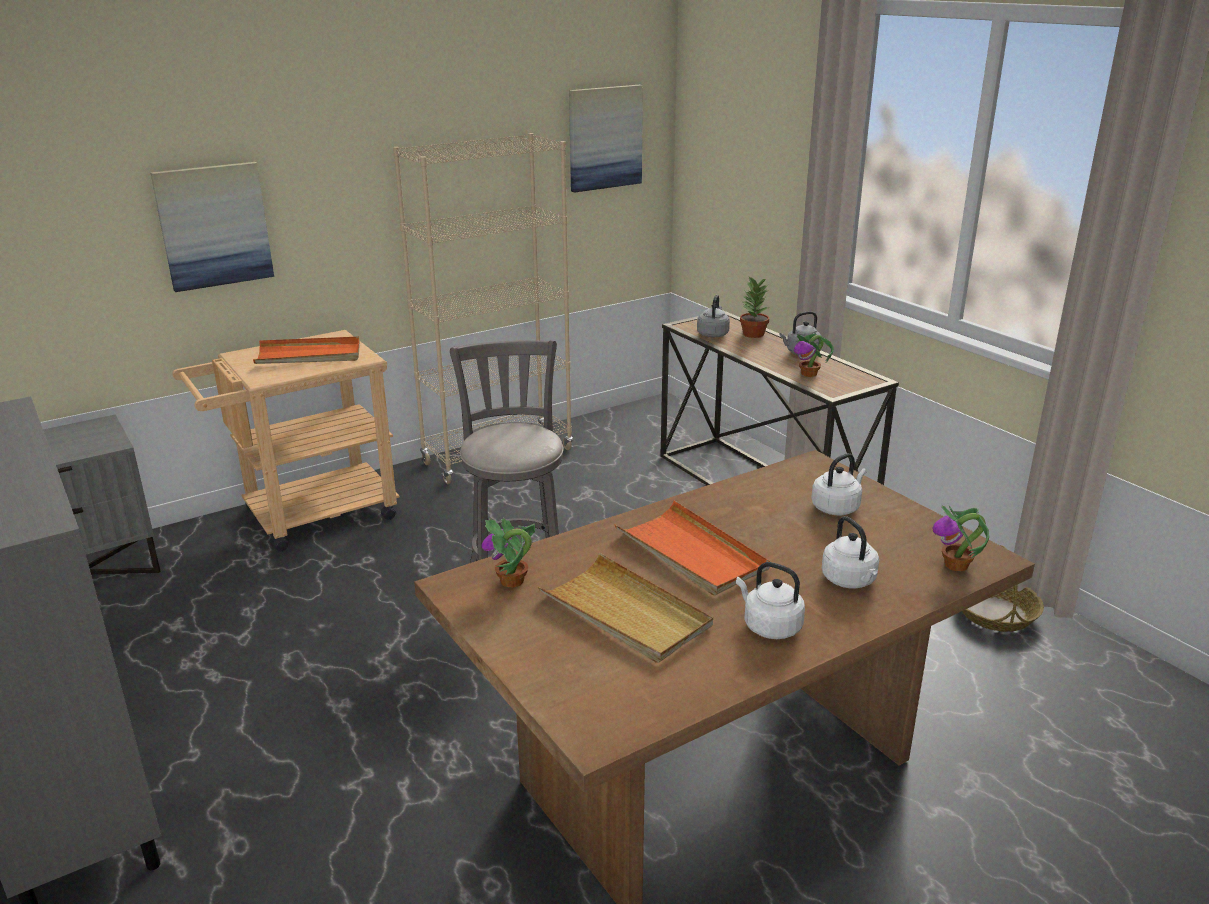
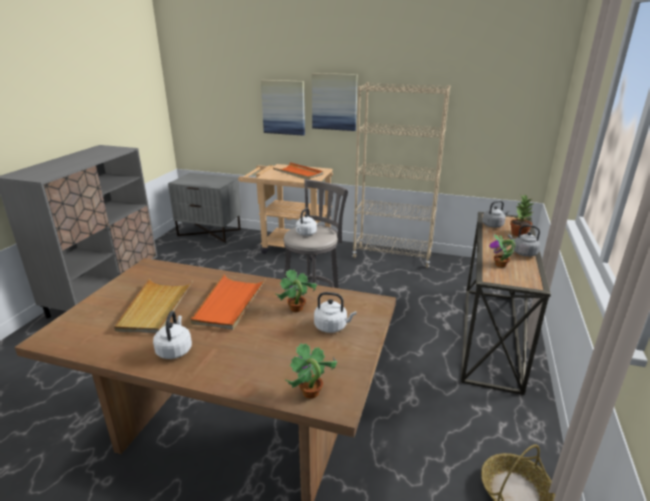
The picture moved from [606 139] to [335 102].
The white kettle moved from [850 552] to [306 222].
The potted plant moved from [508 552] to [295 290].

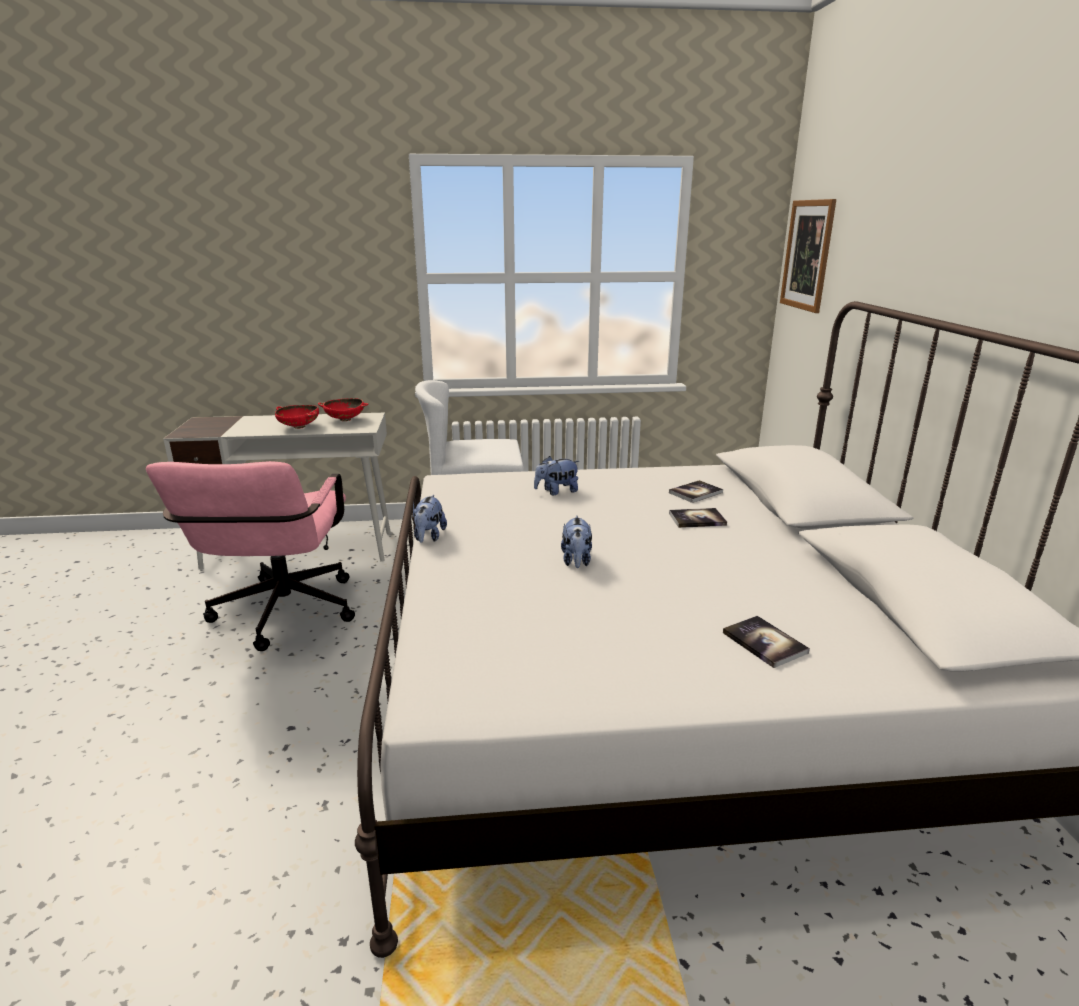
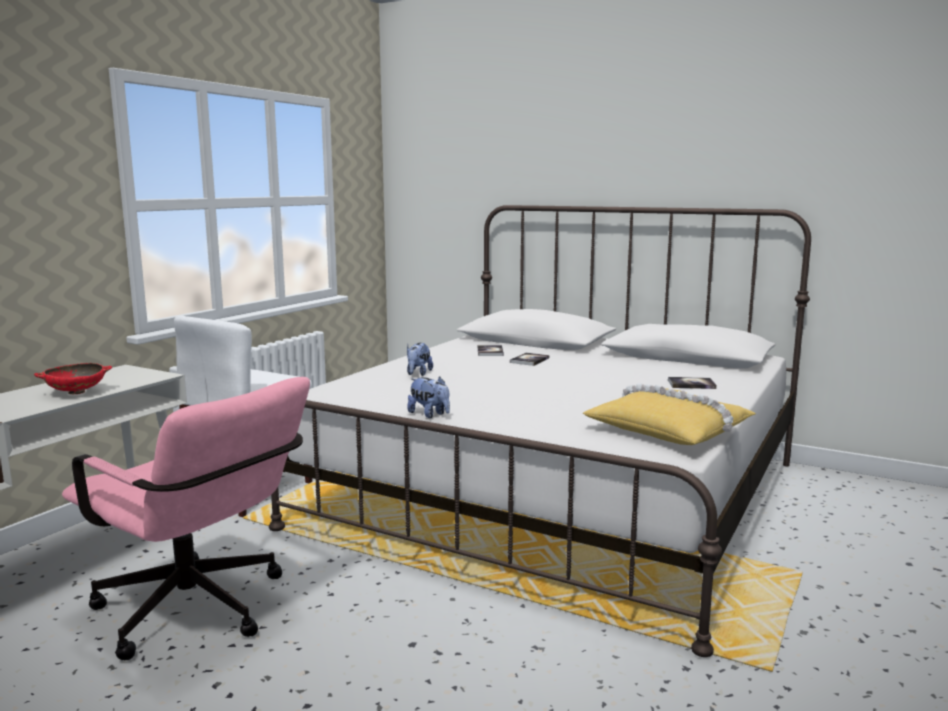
The picture at [808 256] disappeared.
The red bowl at [343 409] disappeared.
The plush toy at [576 541] disappeared.
The yellow pillow at [669 414] appeared.

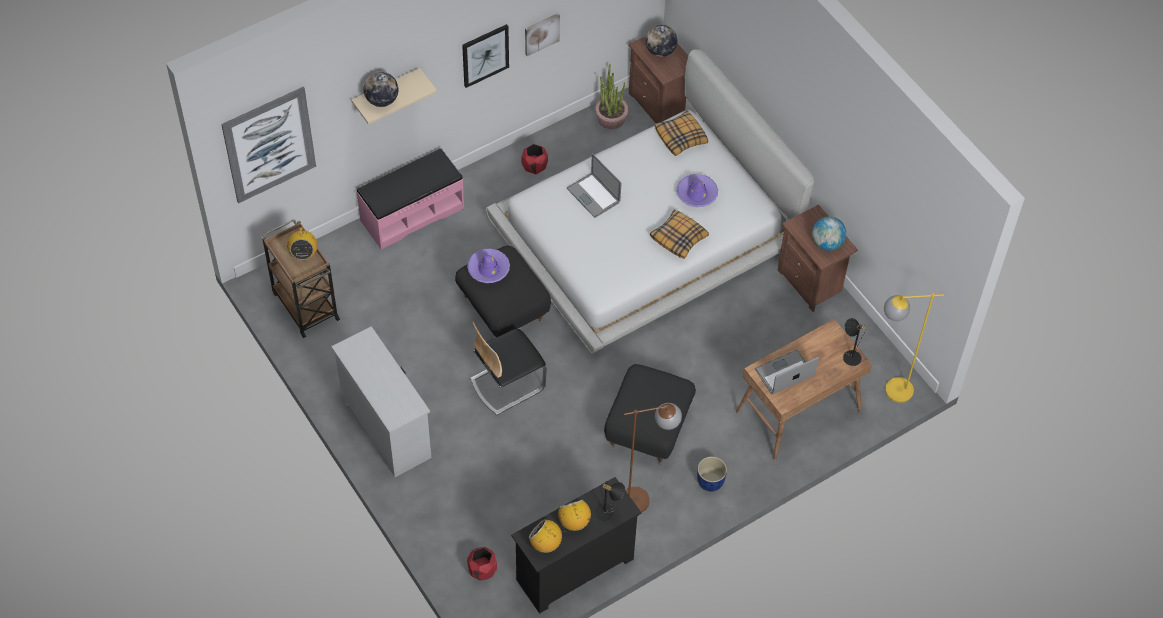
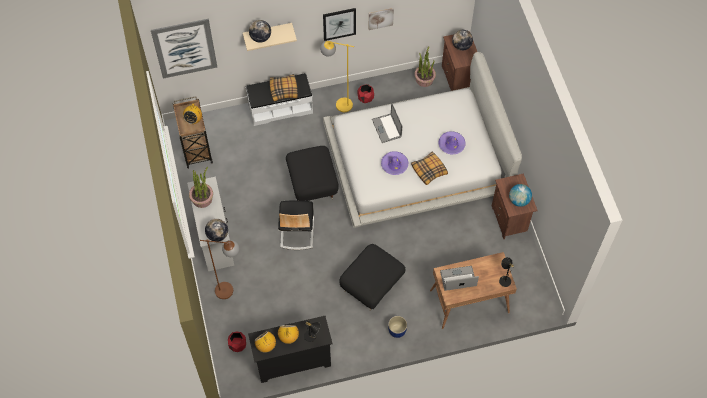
The pillow moved from [681 133] to [284 87].
The pink bench at [410 199] became the white bench at [279 99].
The purple hat moved from [488 265] to [394 163].
The yellow floor lamp moved from [914 348] to [337 76].
The chair at [508 368] turned 75 degrees counterclockwise.
The brown floor lamp moved from [653 457] to [220 269].
The potted plant at [201 187] appeared.
The globe at [216 230] appeared.

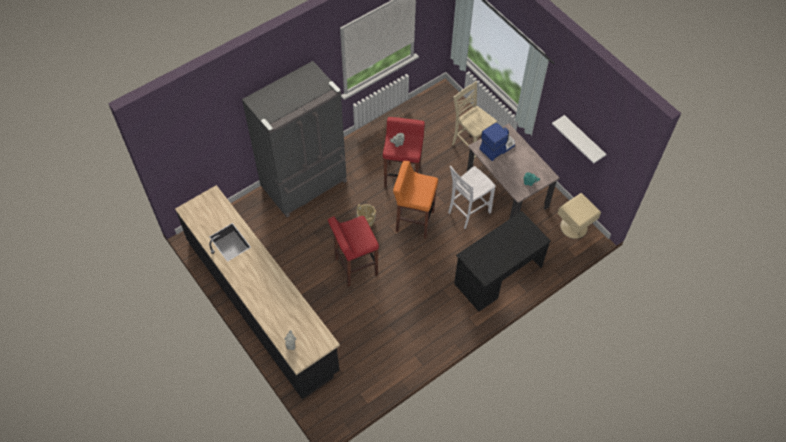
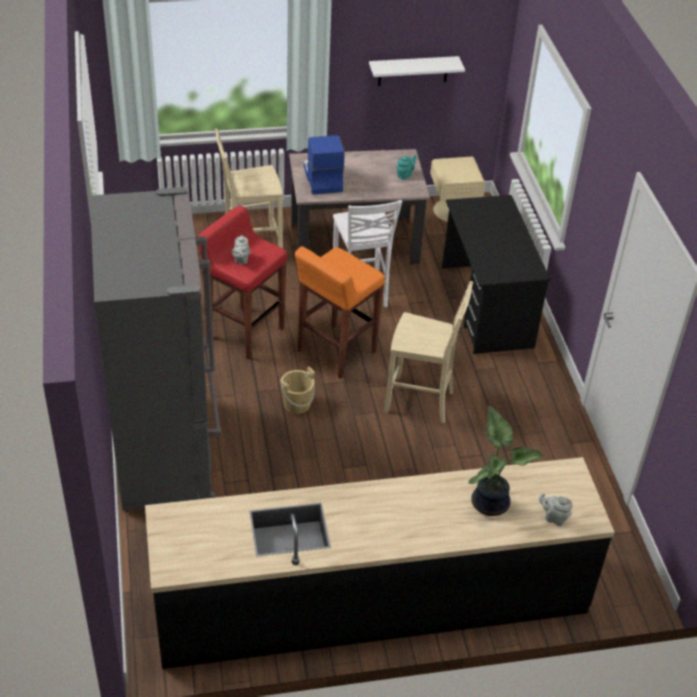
The red stool at [353 251] disappeared.
The beige chair at [429 352] appeared.
The potted plant at [505 461] appeared.

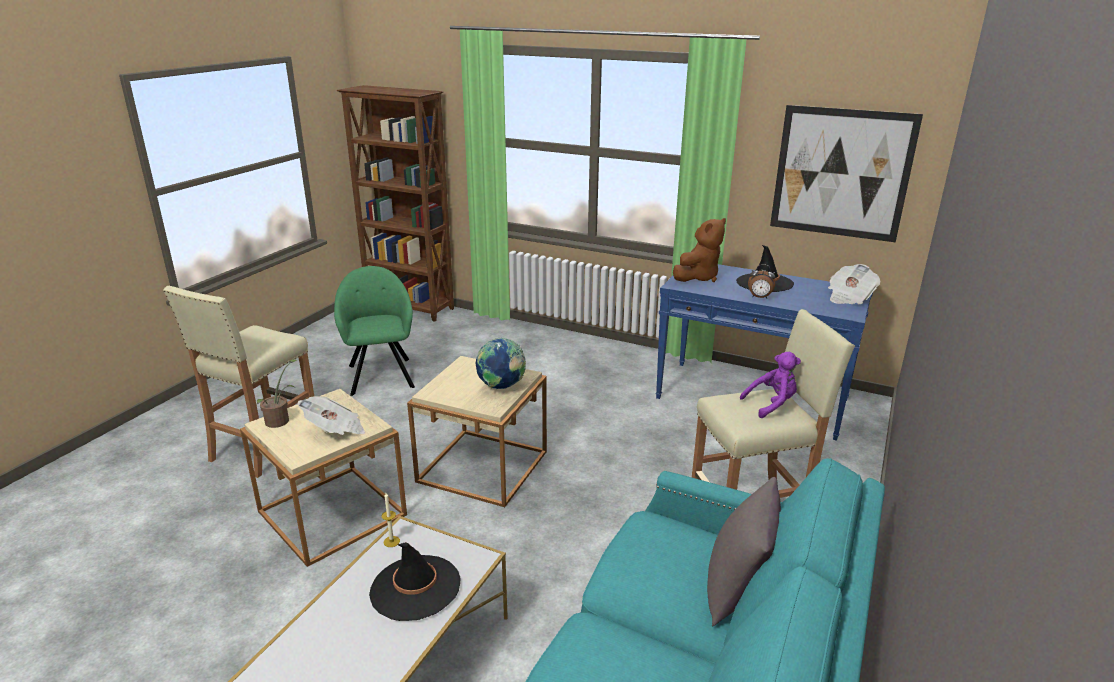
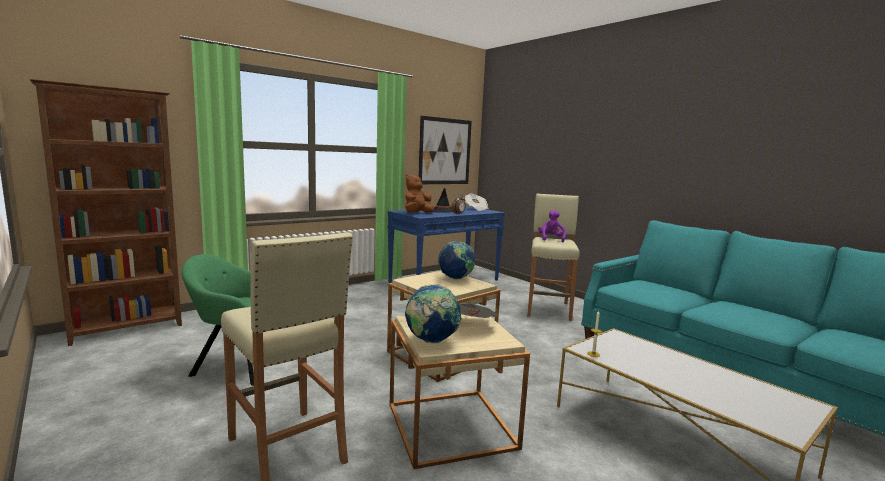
The brown plush toy at [699 250] turned 120 degrees counterclockwise.
The potted plant at [277 393] was replaced by the globe at [433 313].
The grey pillow at [744 551] disappeared.
The black hat at [415 581] disappeared.

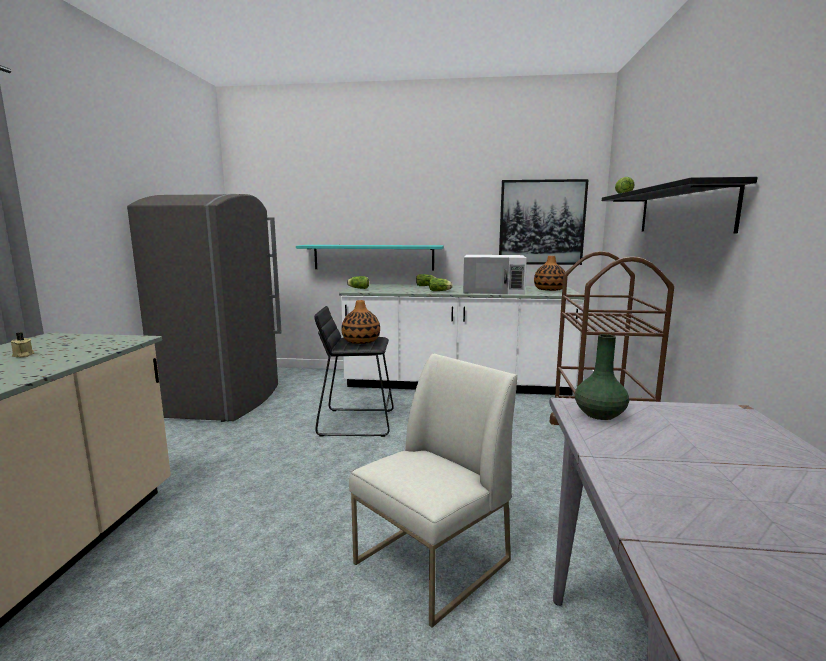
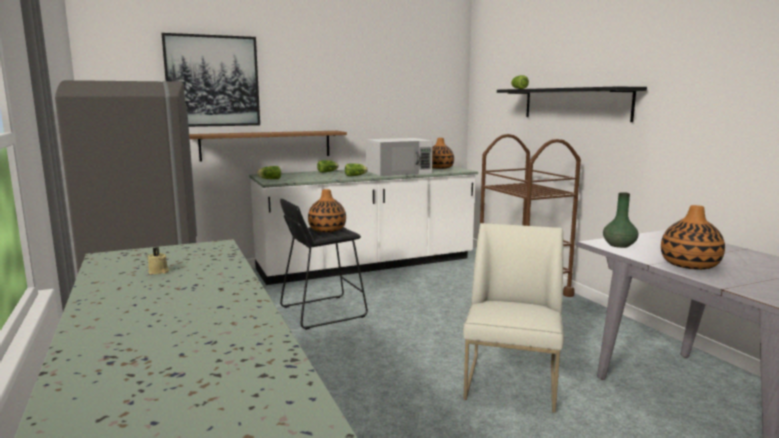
The picture moved from [544 222] to [211 80].
The turquoise shelf at [370 257] became the brown shelf at [268 146].
The vase at [693 237] appeared.

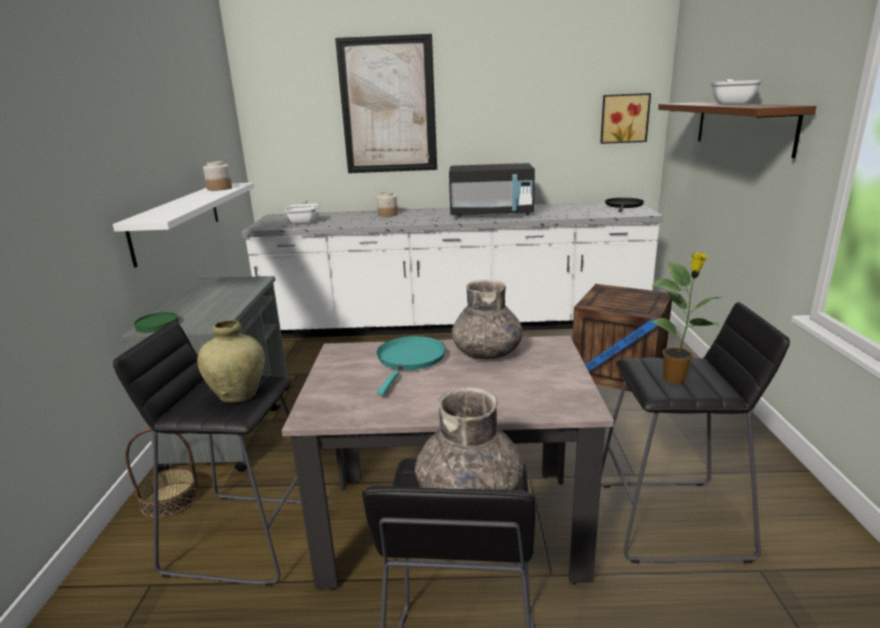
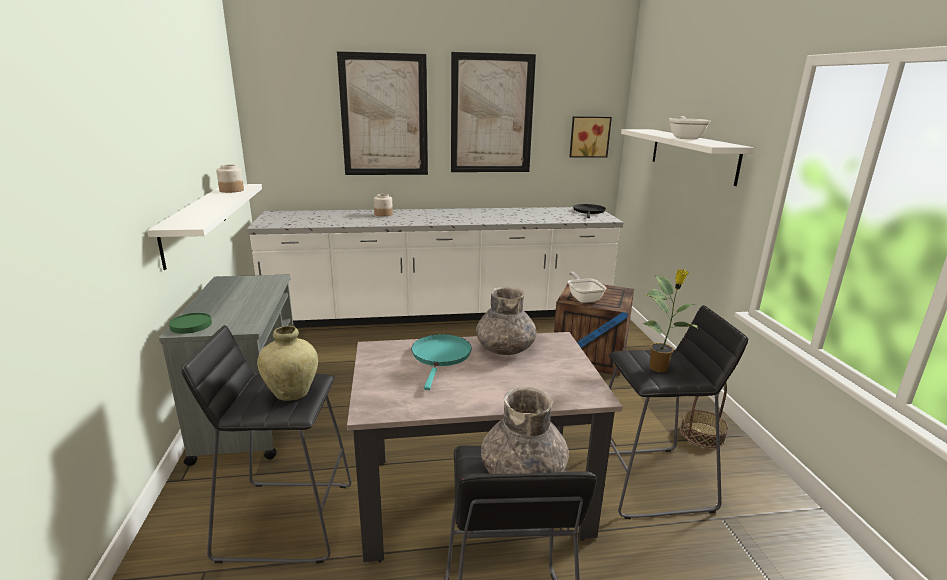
The brown shelf at [737 130] became the white shelf at [687 157].
The black microwave at [492 190] disappeared.
The frying pan moved from [301 212] to [587 287].
The basket moved from [162 473] to [704 415].
The picture at [493 112] appeared.

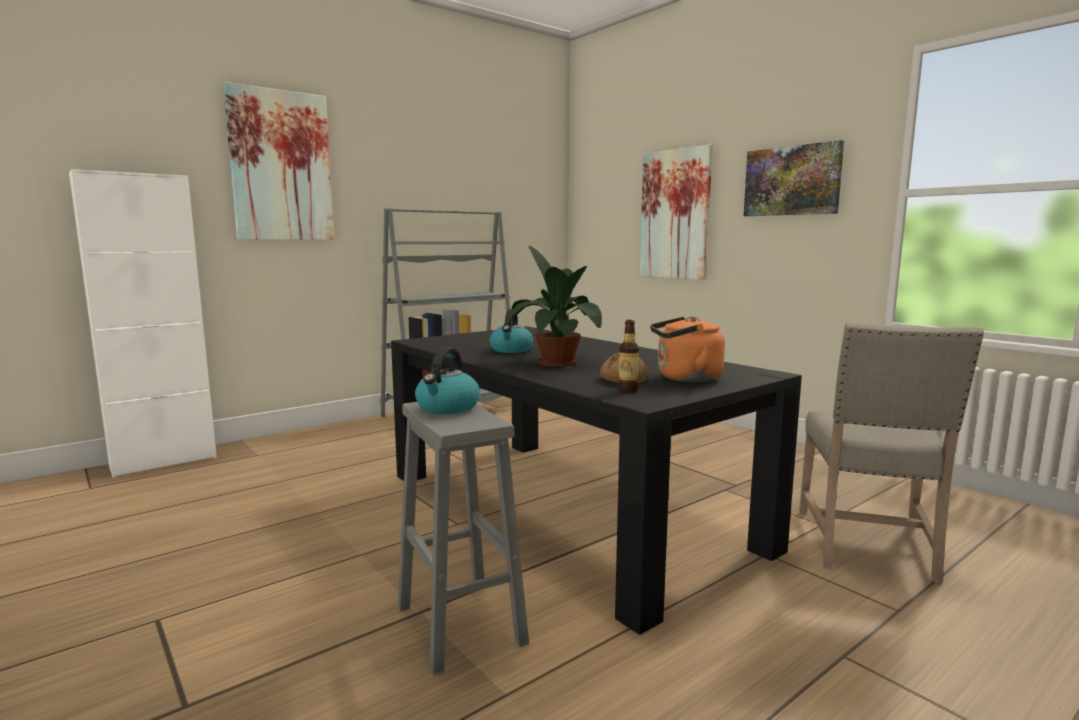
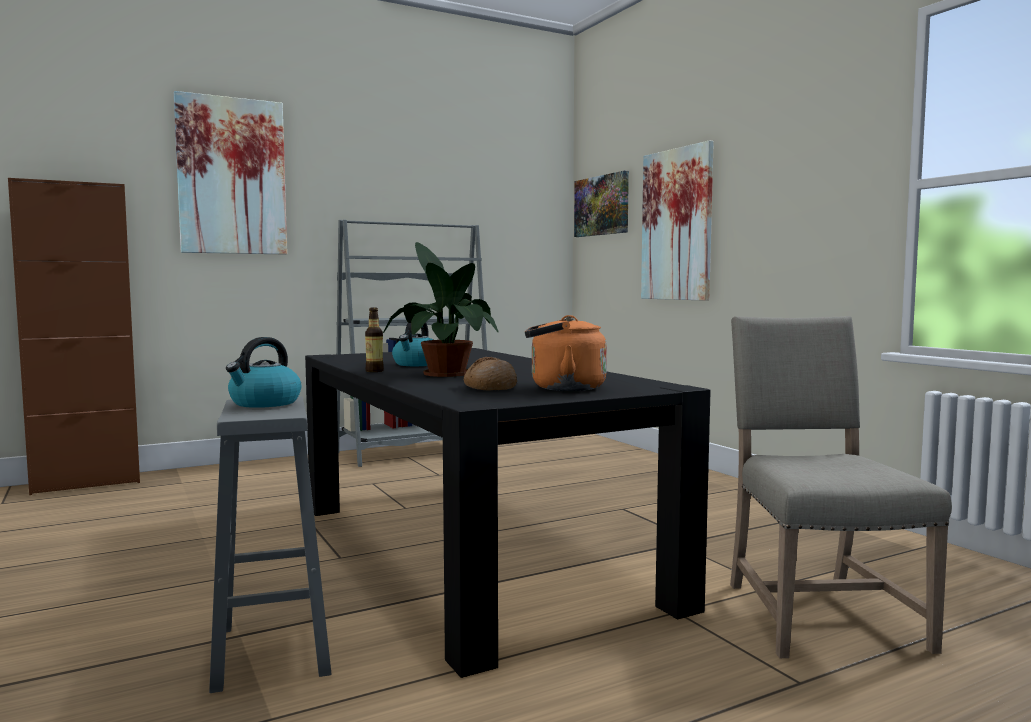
The picture moved from [794 178] to [601 203].
The white cabinet at [143 323] became the brown cabinet at [74 336].
The bottle moved from [628 356] to [374 339].
The beige chair at [891 453] turned 150 degrees clockwise.

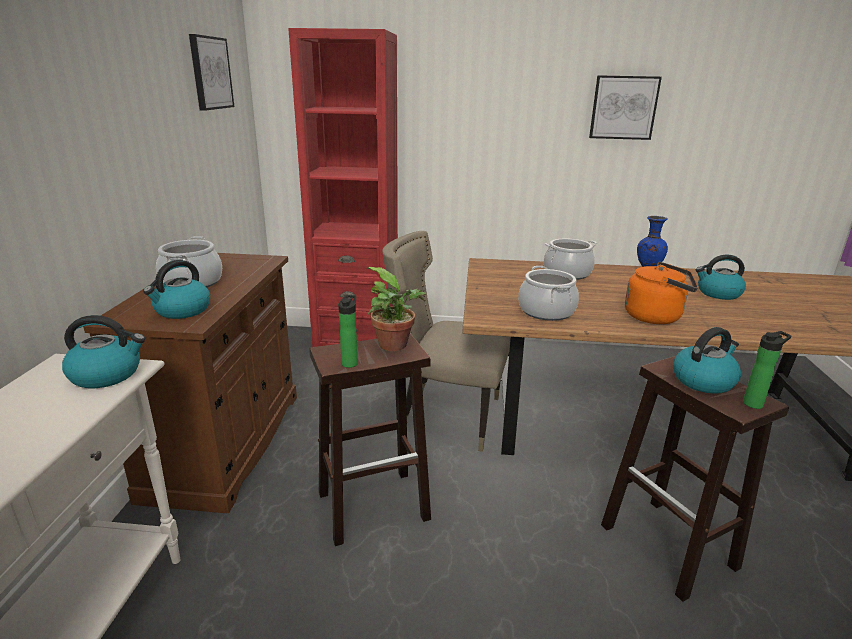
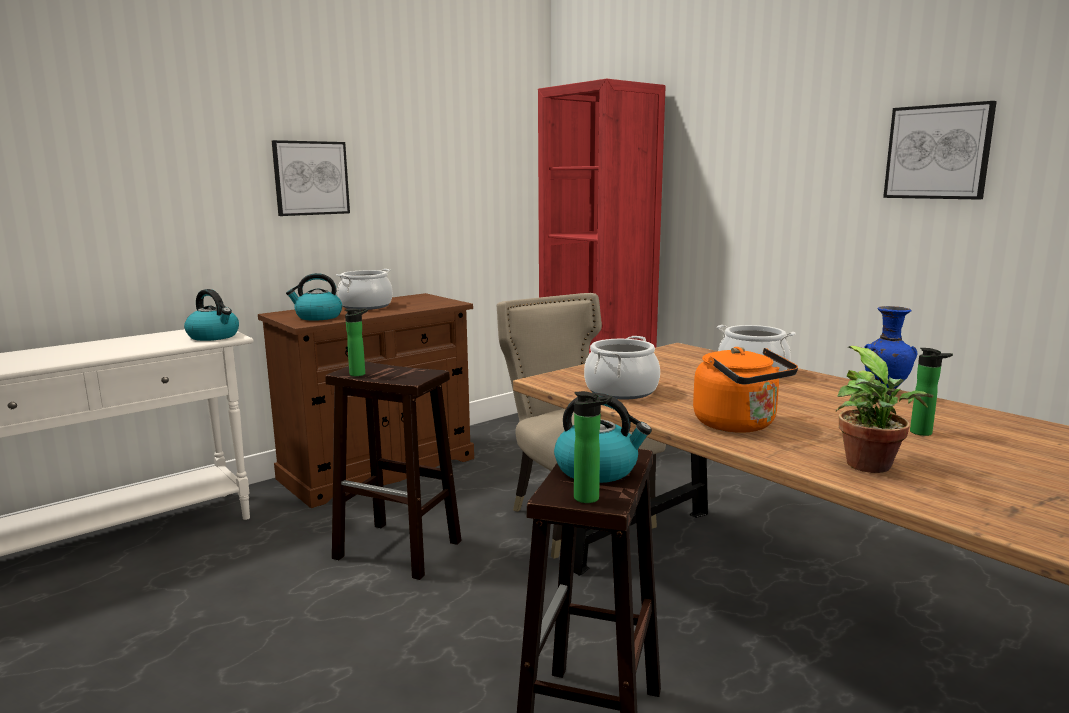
The picture moved from [211 72] to [311 178].
The kettle at [721 277] was replaced by the bottle at [931 392].
The potted plant moved from [396 309] to [885 409].

